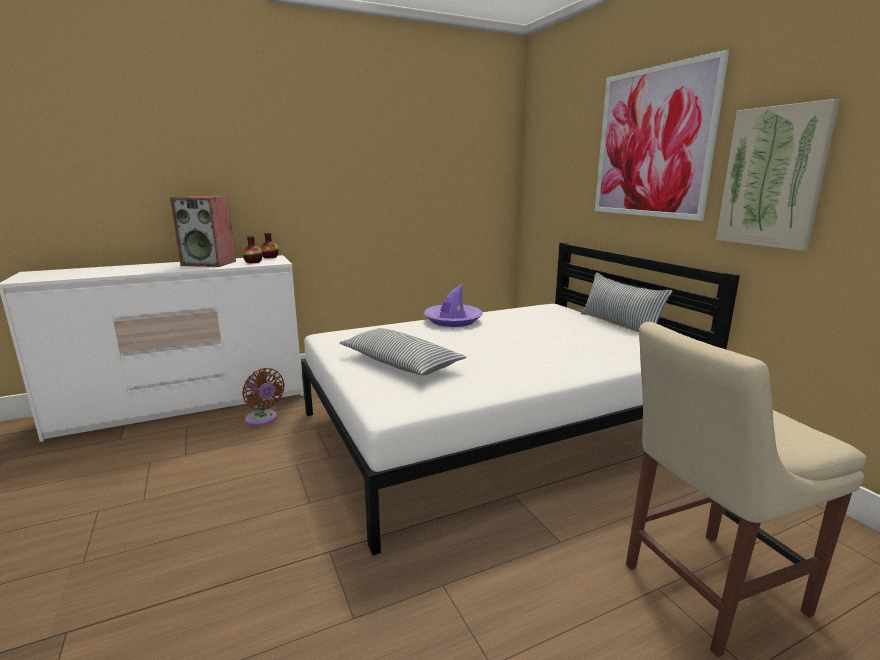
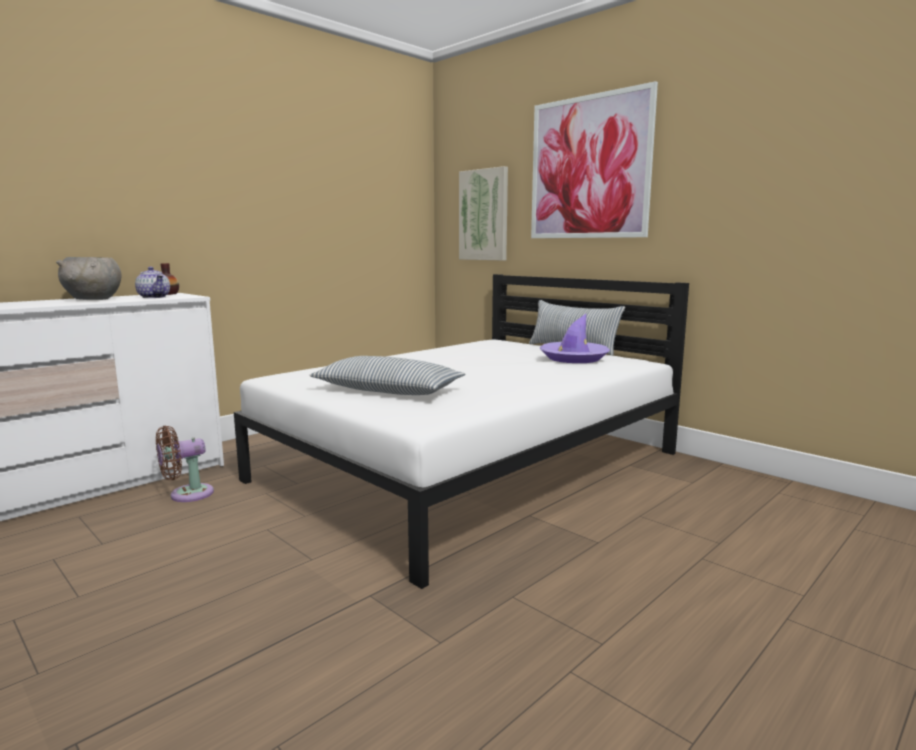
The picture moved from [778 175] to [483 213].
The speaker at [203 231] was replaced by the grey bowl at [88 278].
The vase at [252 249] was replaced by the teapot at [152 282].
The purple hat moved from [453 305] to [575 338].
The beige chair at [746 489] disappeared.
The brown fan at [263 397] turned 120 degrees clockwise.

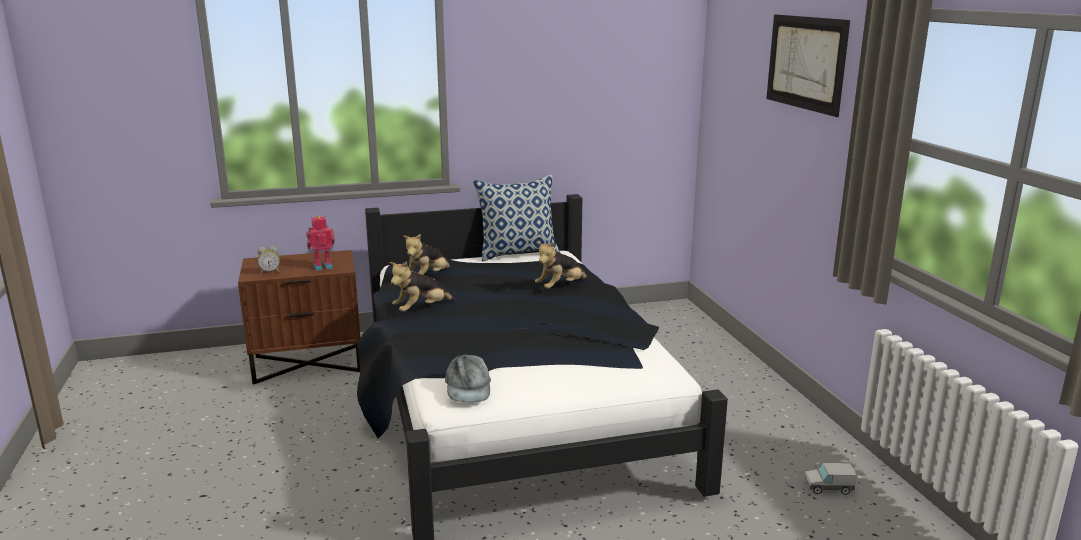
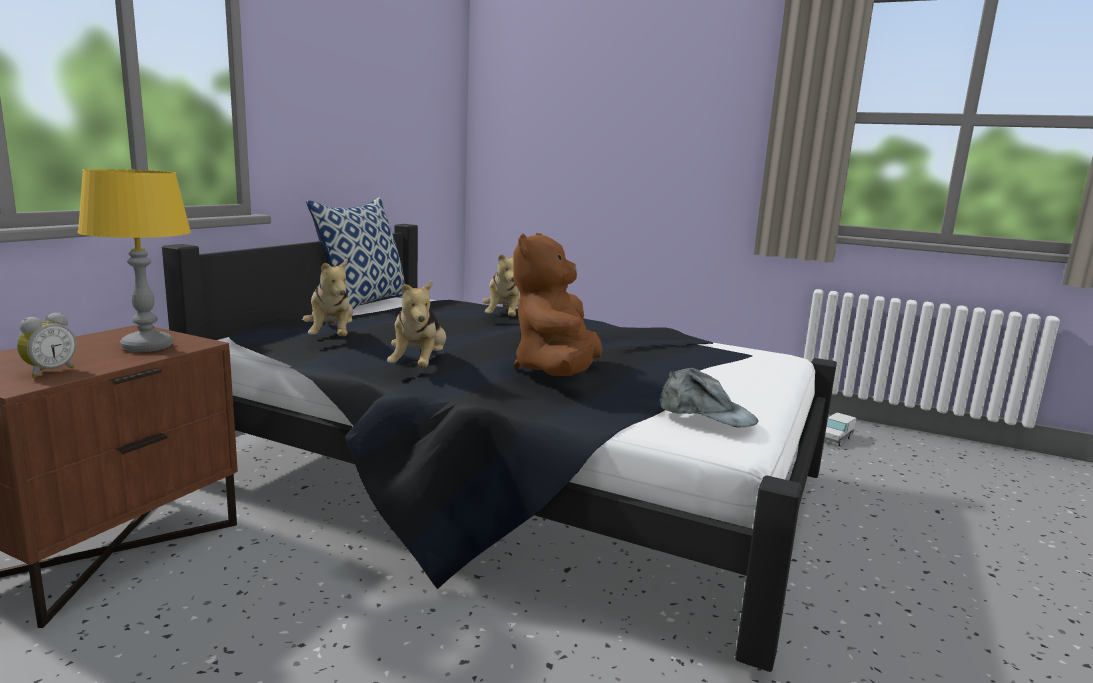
The picture at [808 65] disappeared.
The toy robot at [320 243] was replaced by the yellow table lamp at [134 260].
The brown plush toy at [558 304] appeared.

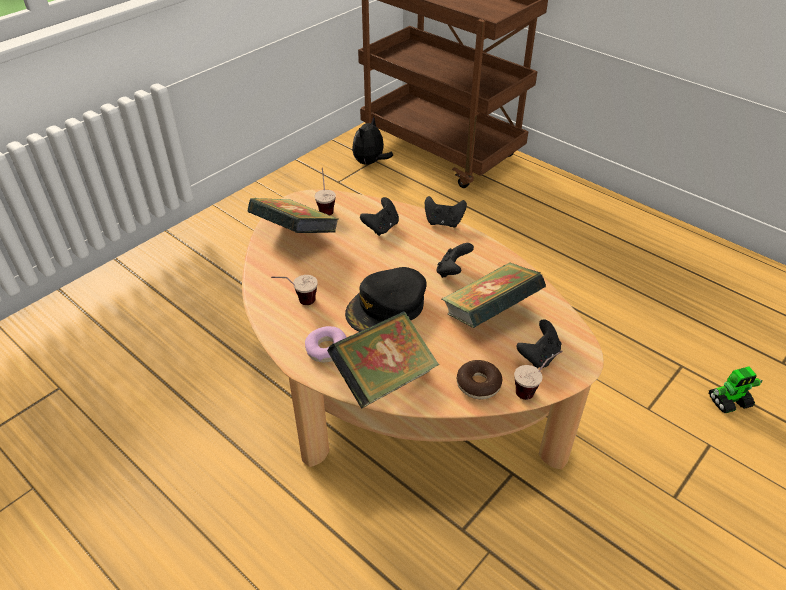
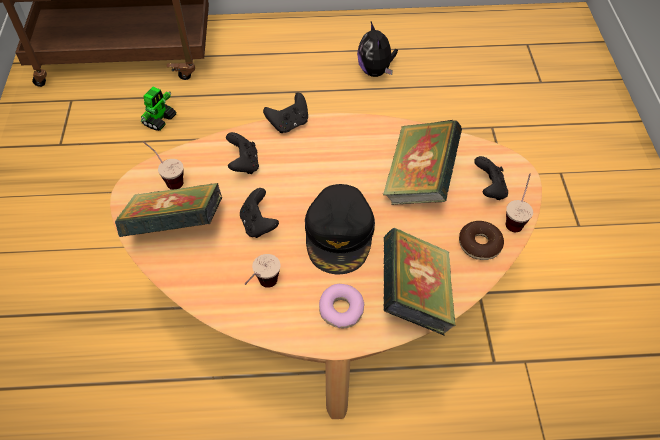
The plush toy moved from [372 141] to [377 49].
The black game controller moved from [455 260] to [259 213].
The toy robot moved from [736 390] to [158 109].

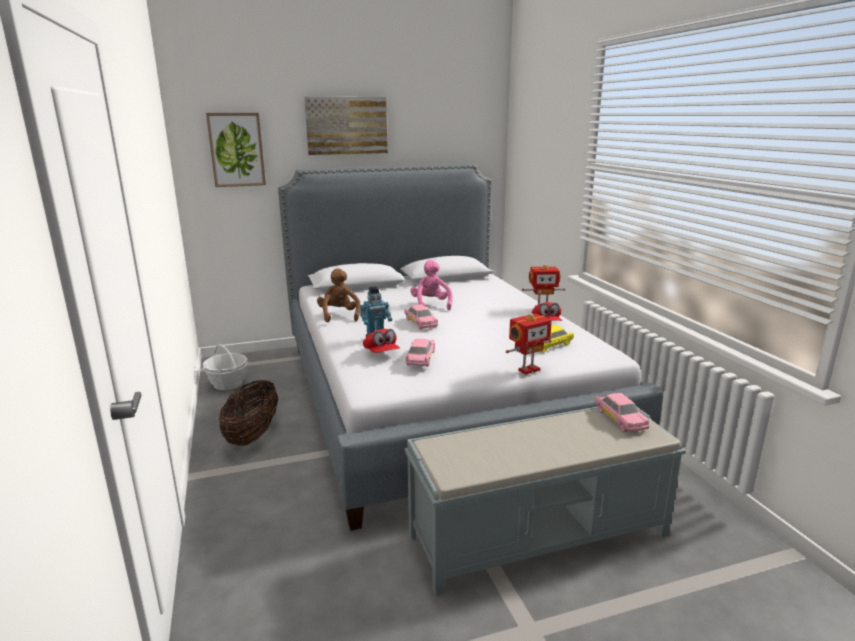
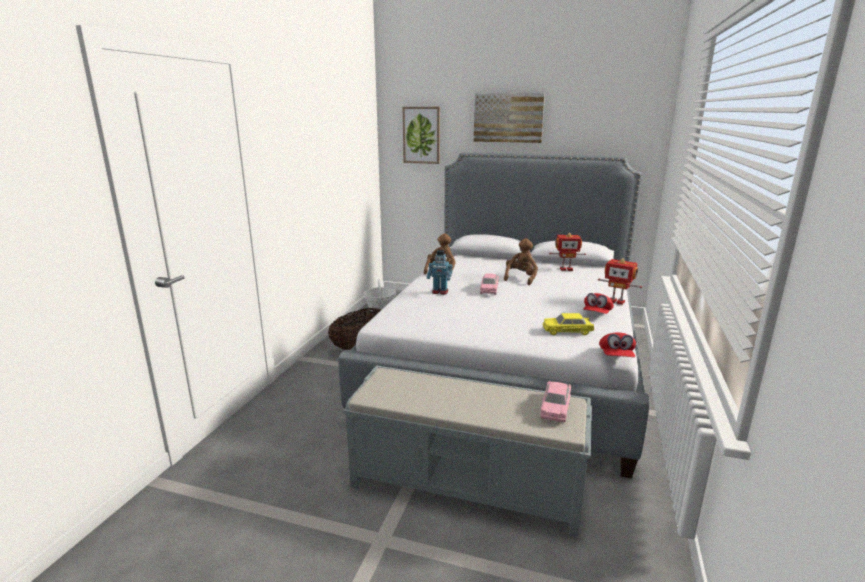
The pink plush toy at [431 285] became the brown plush toy at [521 261].
The toy robot moved from [529 344] to [567 252].
The red cap moved from [381 341] to [617 345].
The pink toy car at [420 353] disappeared.

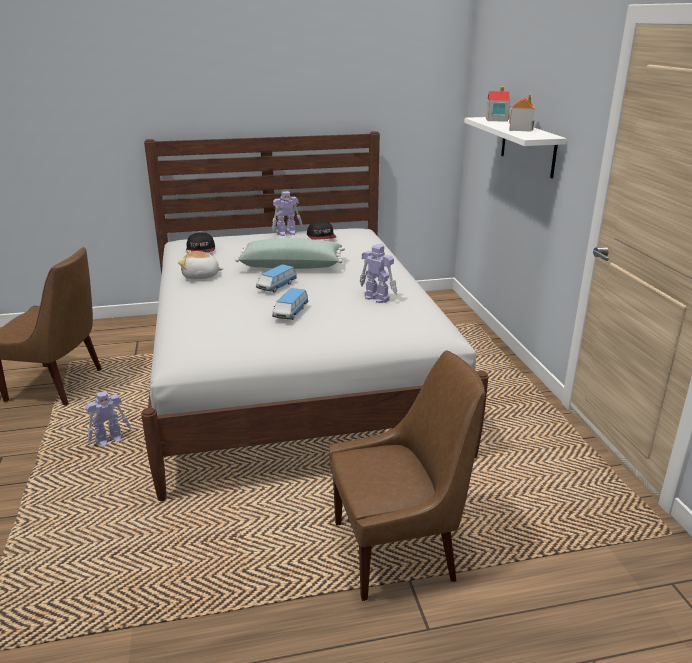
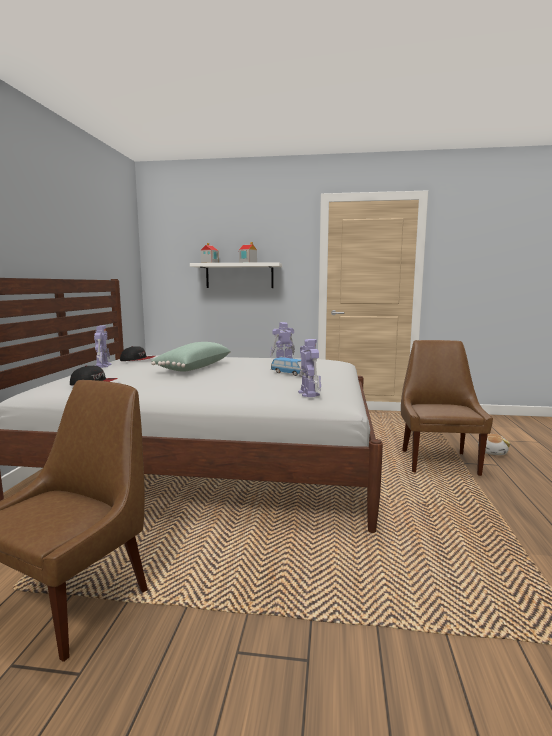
The plush toy moved from [200 264] to [494 444].
The toy car at [276 278] disappeared.
The toy robot moved from [108 418] to [309 368].

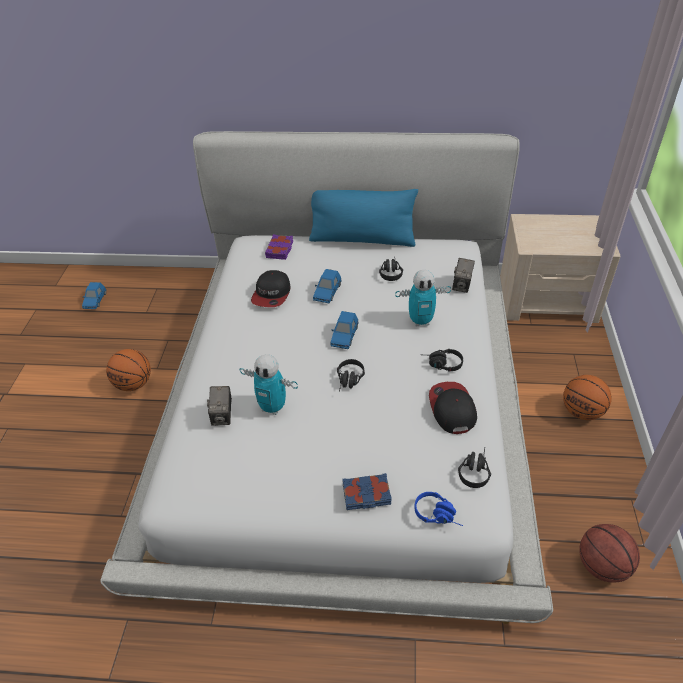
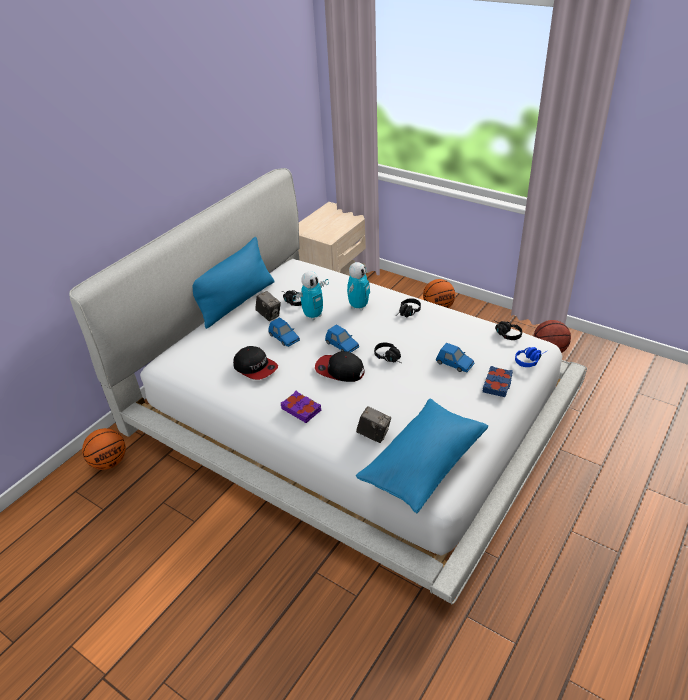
The purple book moved from [279 247] to [301 407].
The photo camera moved from [463 275] to [268 306].
The blue toy car moved from [94 295] to [455 357].
The basketball moved from [128 370] to [104 449].
The toy robot moved from [269 384] to [311 296].
The cap moved from [453 408] to [340 366].
The blue pillow at [422 456] appeared.

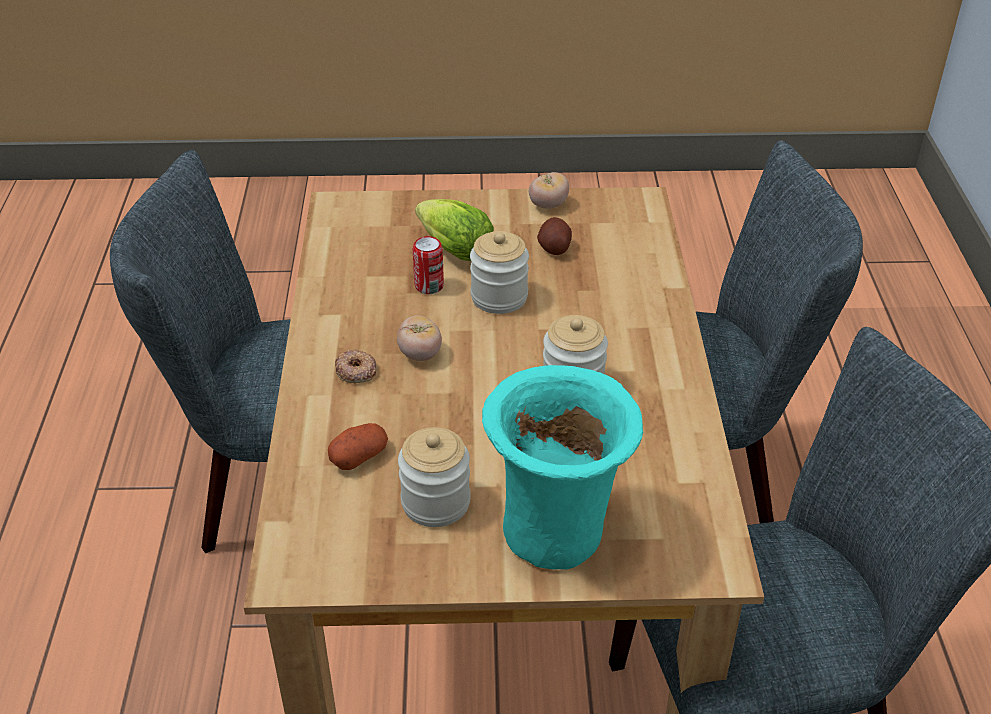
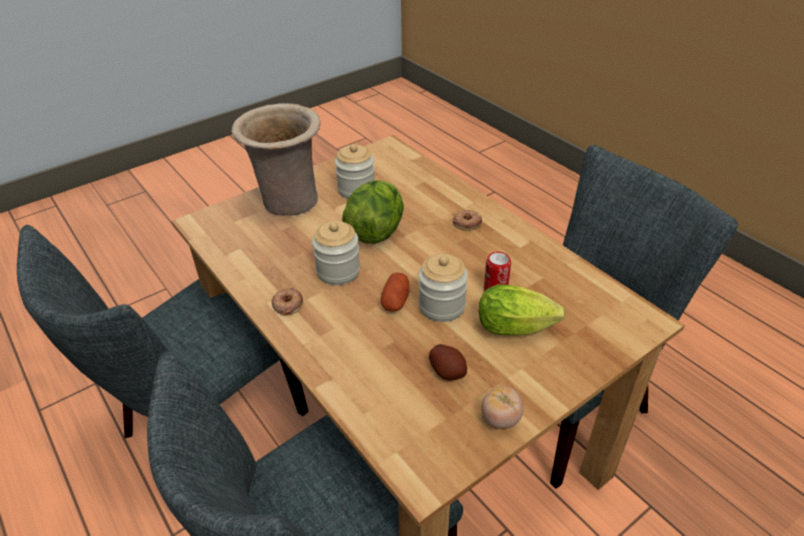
The tomato at [419 338] disappeared.
The turquoise vase at [562 467] became the beige vase at [276 159].
The potato moved from [358 446] to [395 292].
The lettuce at [373 212] appeared.
The donut at [287 301] appeared.

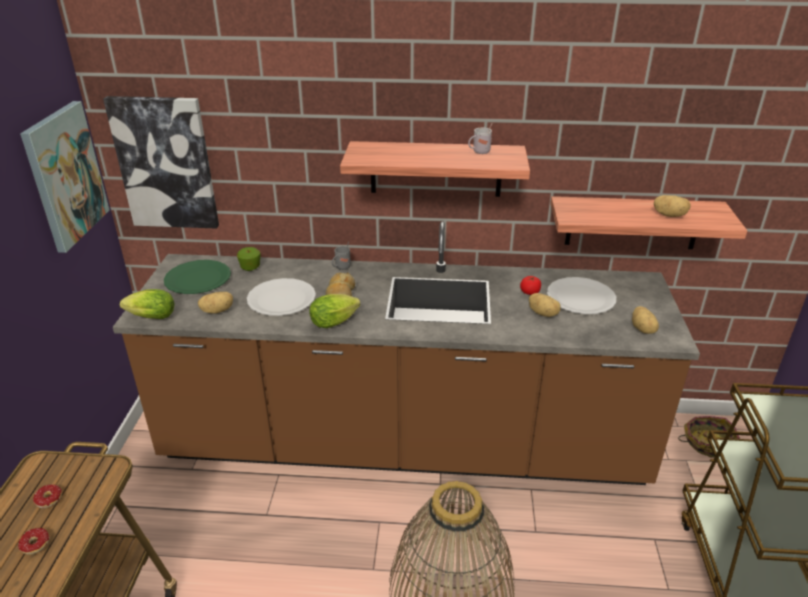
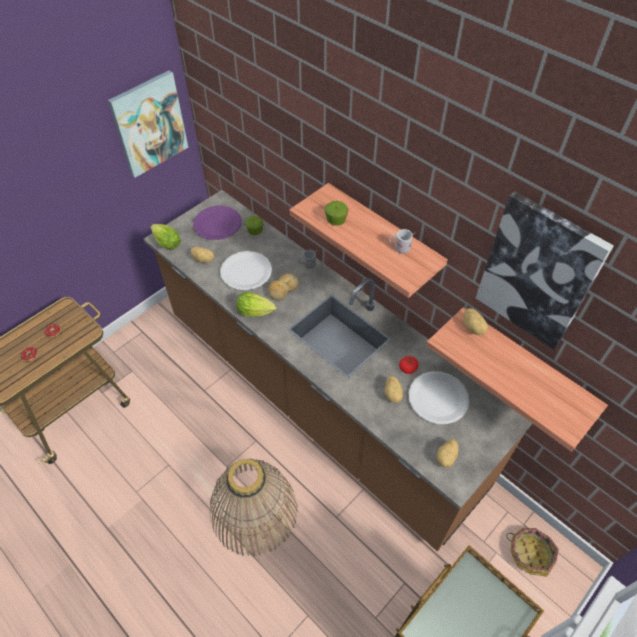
The picture moved from [161 162] to [545 270].
The potato moved from [672 206] to [476 321].
The green plate at [197 277] became the purple plate at [217 223].
The apple at [336 213] appeared.

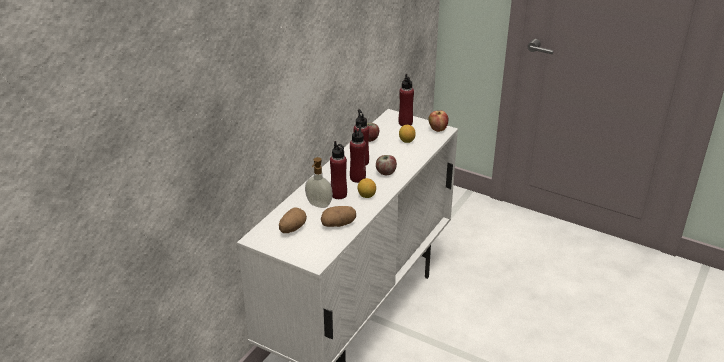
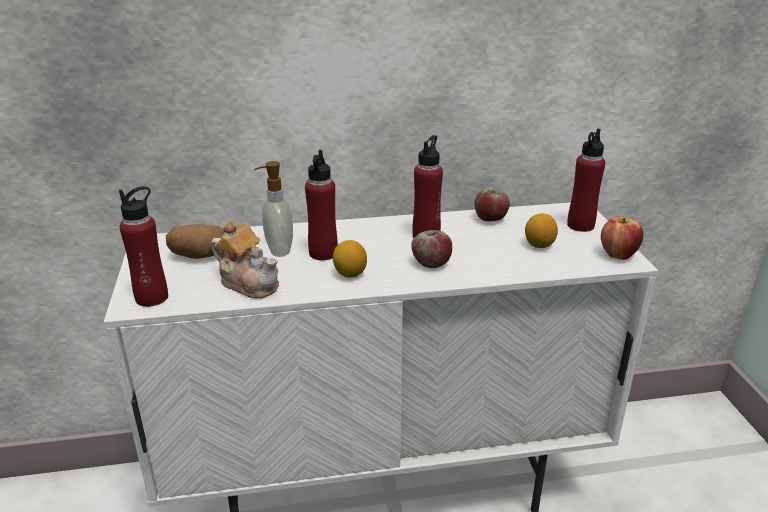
The red bottle moved from [358 153] to [143 246].
The potato at [338 216] was replaced by the teapot at [245 260].

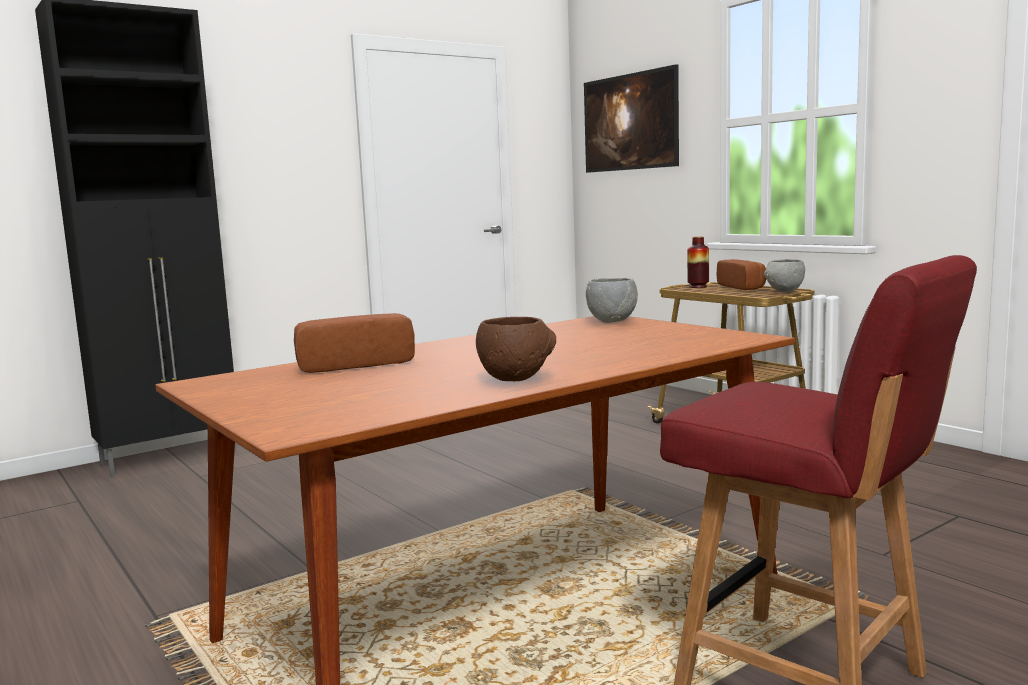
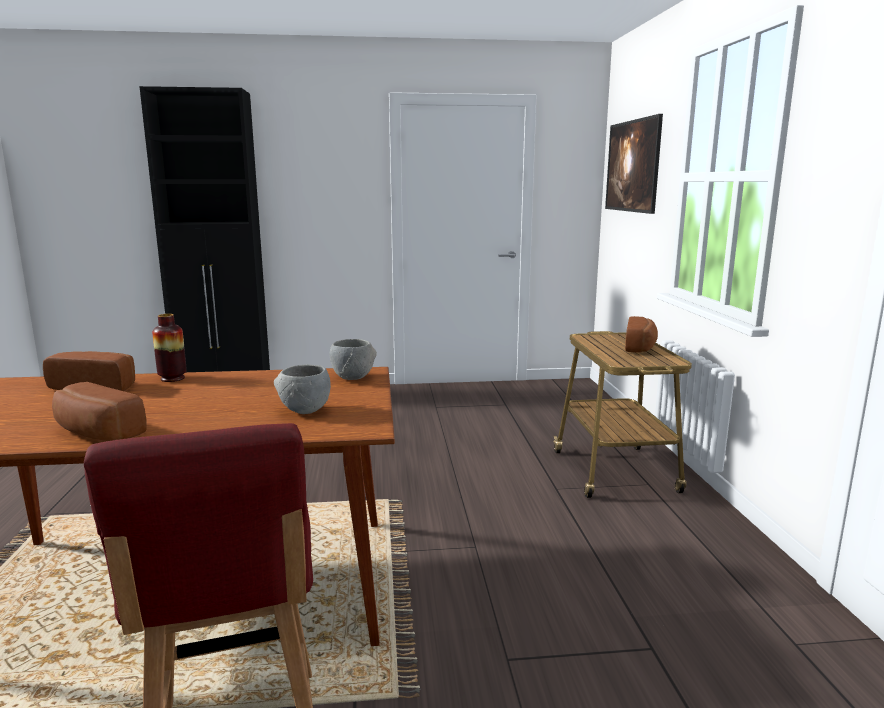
The vase moved from [698 262] to [169 348].
The grey bowl moved from [784 275] to [302 389].
The brown bowl at [516 349] was replaced by the bread at [99 411].

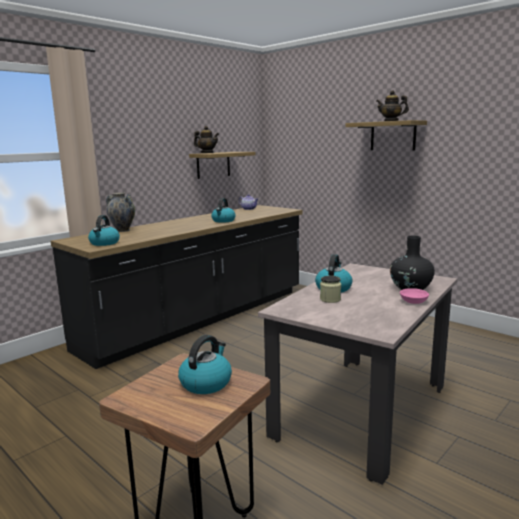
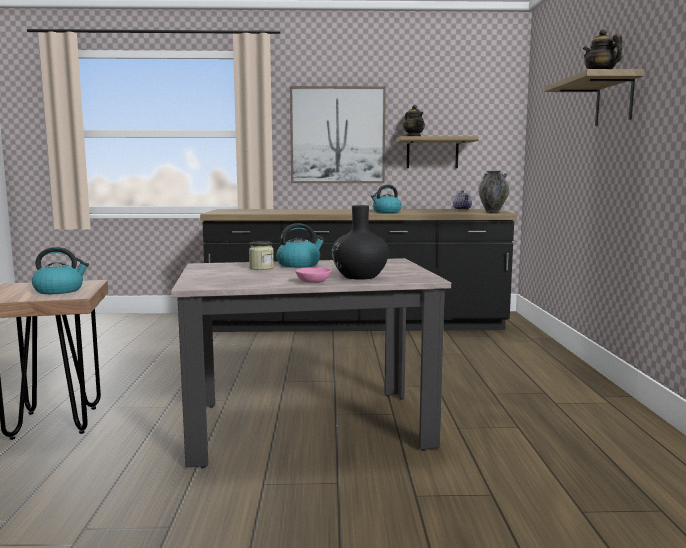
The vase moved from [120 212] to [493 192].
The kettle at [104 230] disappeared.
The picture at [338 134] appeared.

